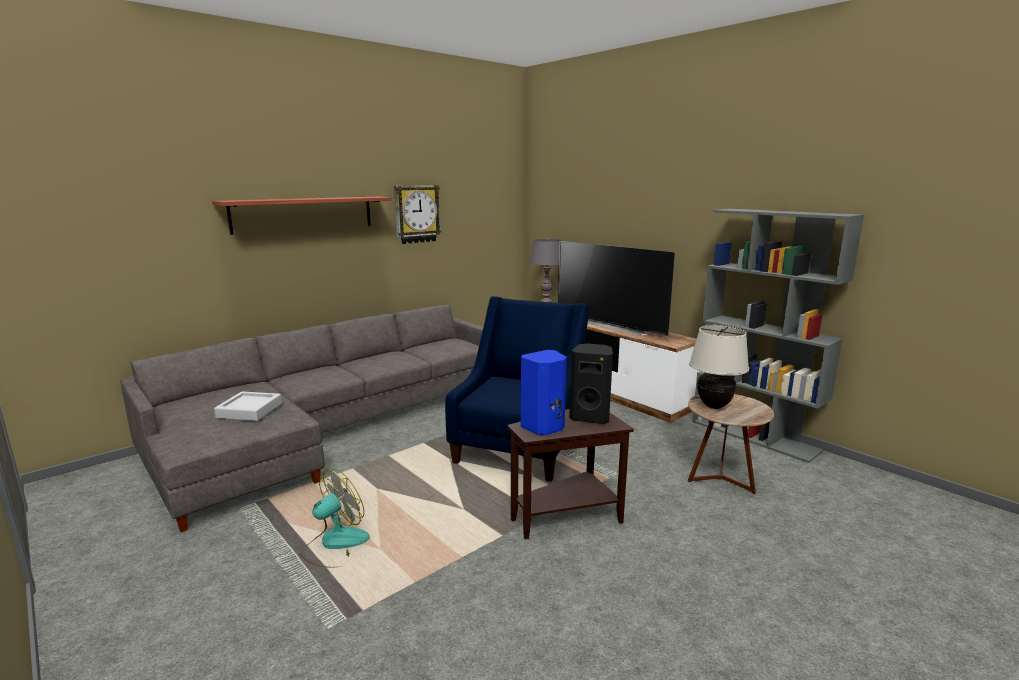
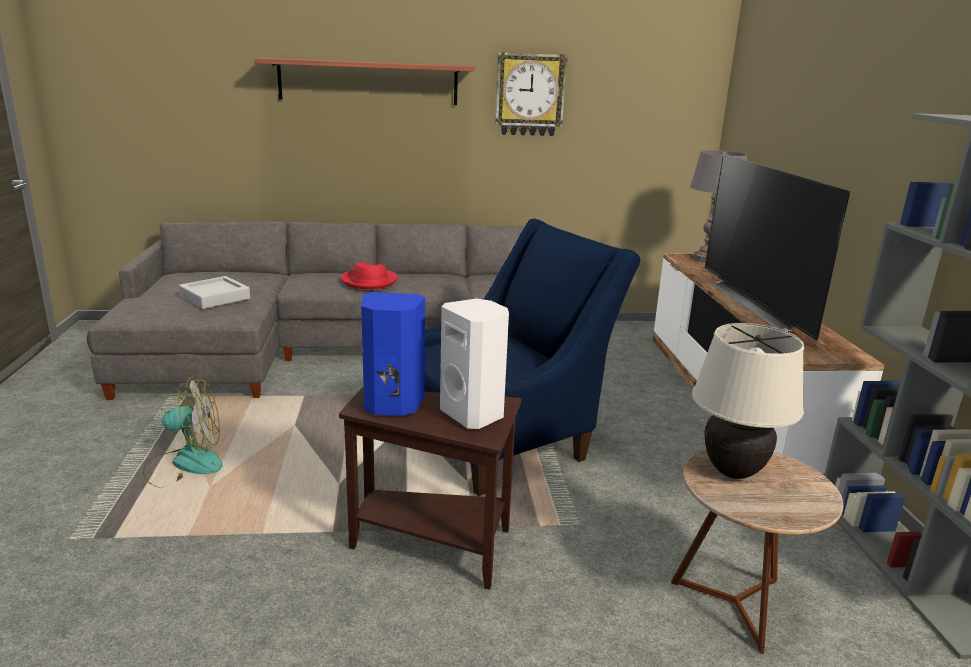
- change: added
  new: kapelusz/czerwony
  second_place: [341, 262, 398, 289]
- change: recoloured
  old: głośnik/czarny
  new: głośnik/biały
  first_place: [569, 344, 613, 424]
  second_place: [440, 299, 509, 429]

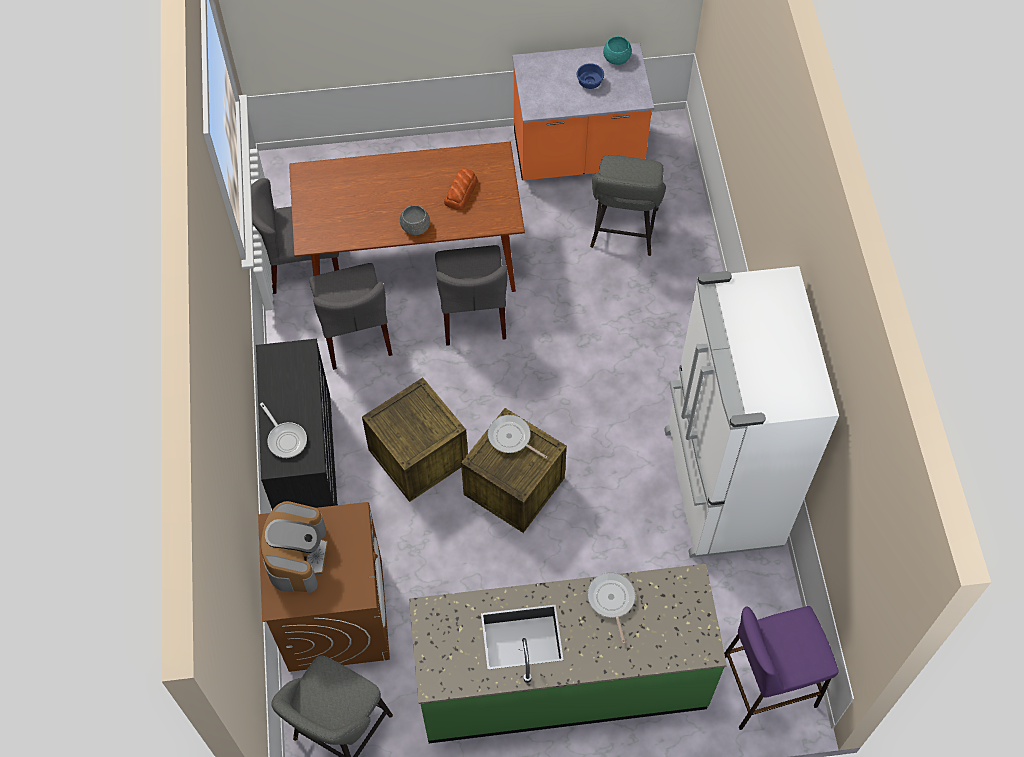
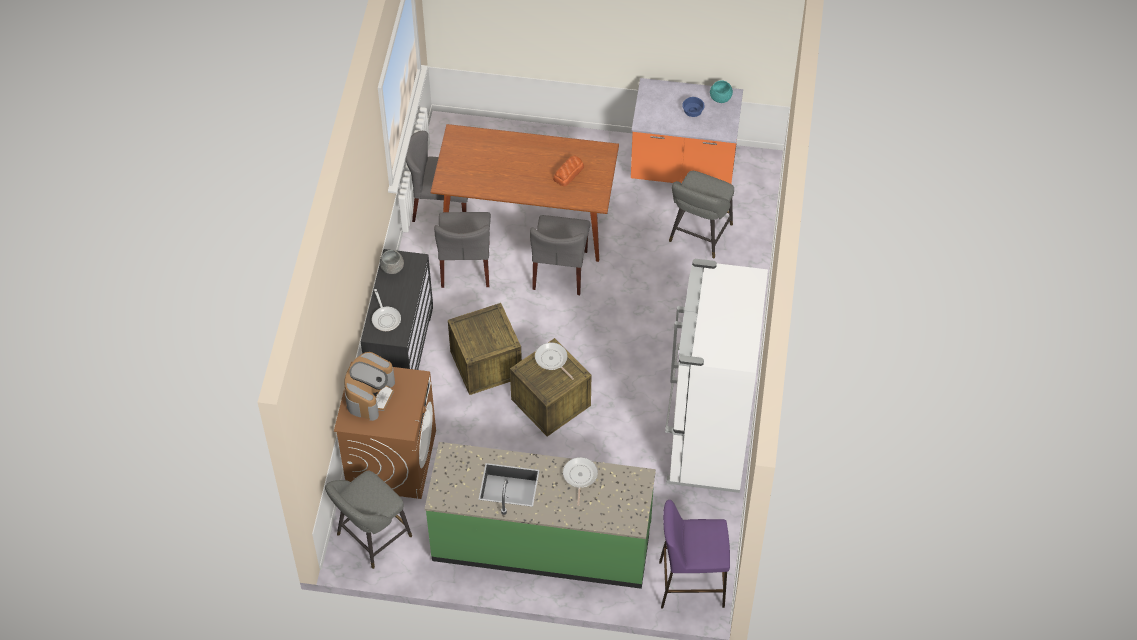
- change: moved
  old: miska/szary
  first_place: [400, 205, 430, 235]
  second_place: [380, 250, 404, 274]

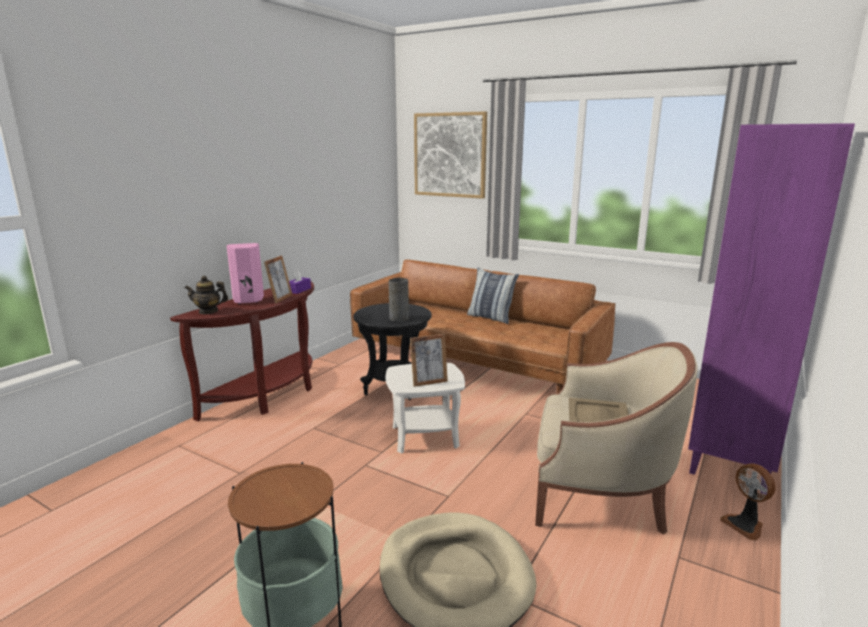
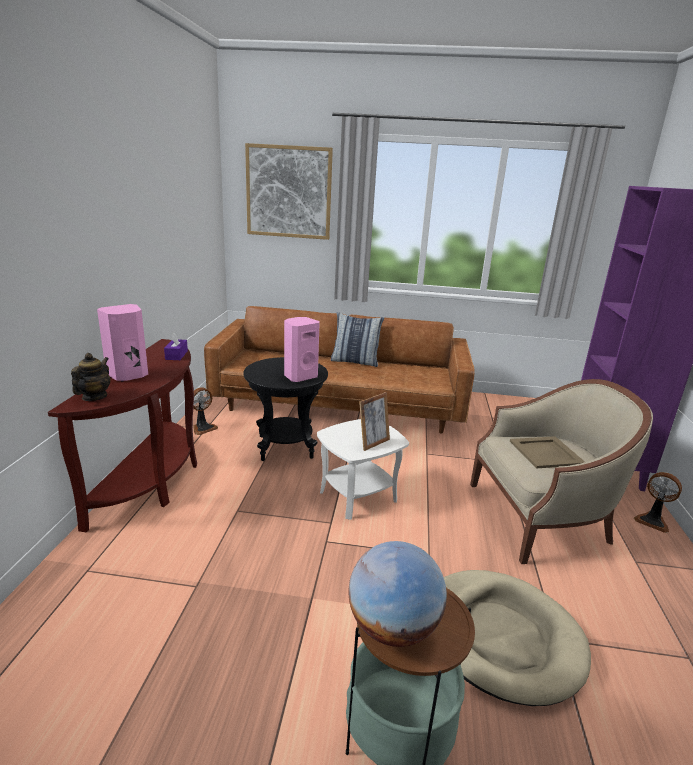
- change: turned
  old: imbryk
  first_place: [185, 276, 228, 314]
  second_place: [71, 353, 110, 401]
  degrees: 135
- change: added
  new: wentylator
  second_place: [193, 387, 218, 435]
- change: replaced
  old: wazon/szary
  new: głośnik/różowy
  first_place: [389, 278, 409, 322]
  second_place: [284, 317, 320, 382]
- change: added
  new: globus
  second_place: [349, 541, 447, 647]
- change: removed
  old: ramka na zdjęcie
  first_place: [264, 255, 292, 303]

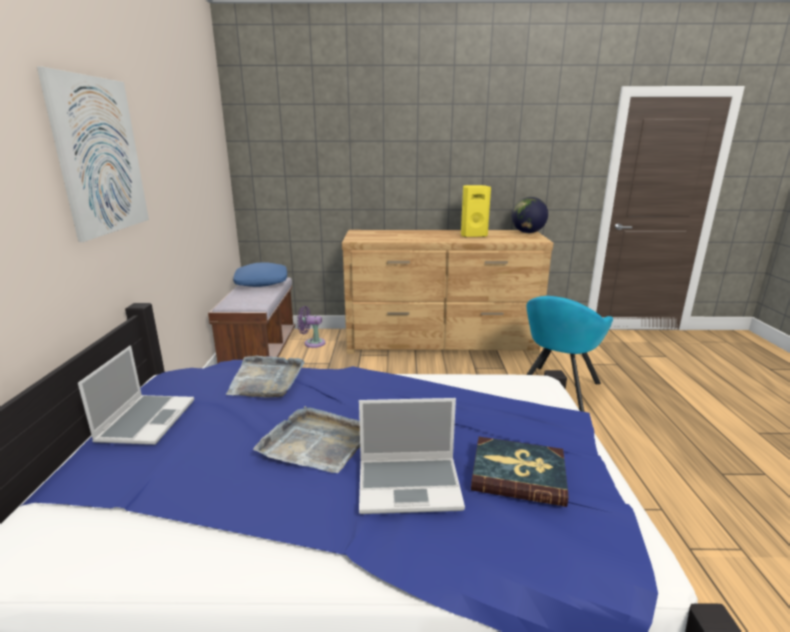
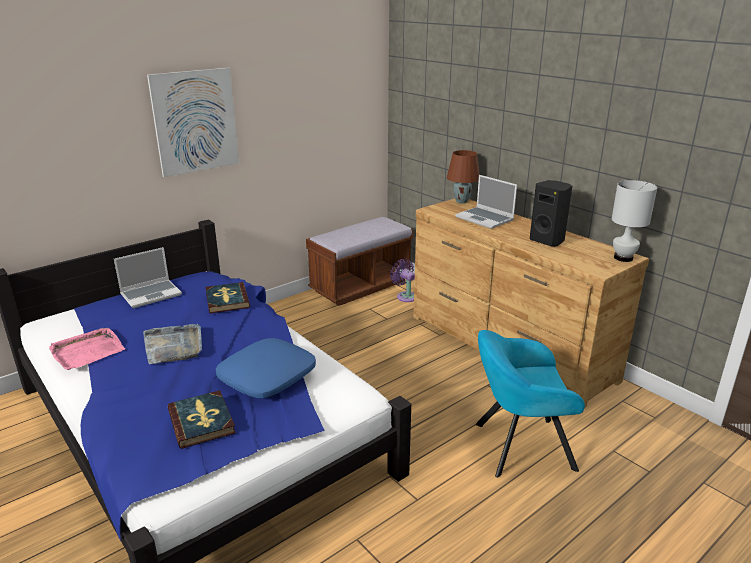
- change: added
  new: taca/różowy
  second_place: [49, 328, 125, 370]
- change: replaced
  old: taca/szary
  new: książka
  first_place: [226, 356, 305, 398]
  second_place: [205, 282, 250, 314]
- change: moved
  old: poduszka/niebieski
  first_place: [233, 262, 287, 287]
  second_place: [216, 338, 316, 398]
- change: added
  new: lampa stołowa/brązowy
  second_place: [447, 150, 480, 204]
- change: moved
  old: laptop
  first_place: [359, 398, 465, 514]
  second_place: [455, 175, 517, 229]
- change: recoloured
  old: głośnik/żółty
  new: głośnik/czarny
  first_place: [461, 185, 491, 237]
  second_place: [530, 180, 572, 247]
- change: replaced
  old: globus
  new: lampa stołowa/biały
  first_place: [512, 197, 548, 233]
  second_place: [612, 180, 657, 262]

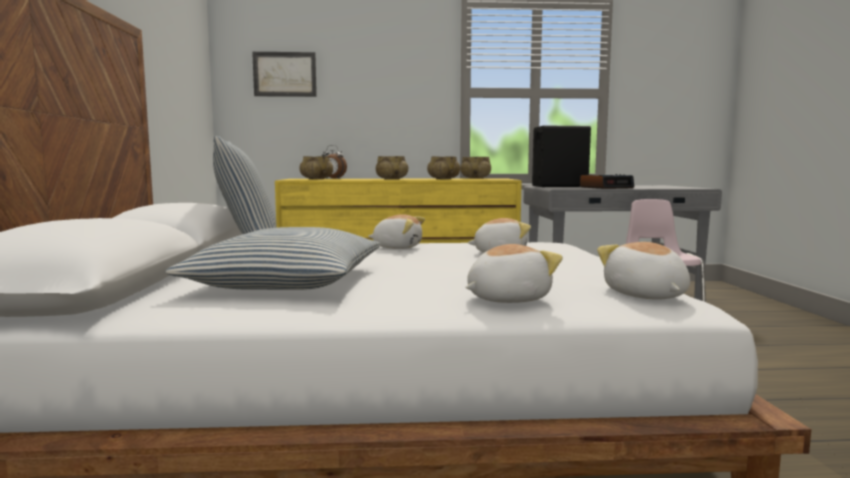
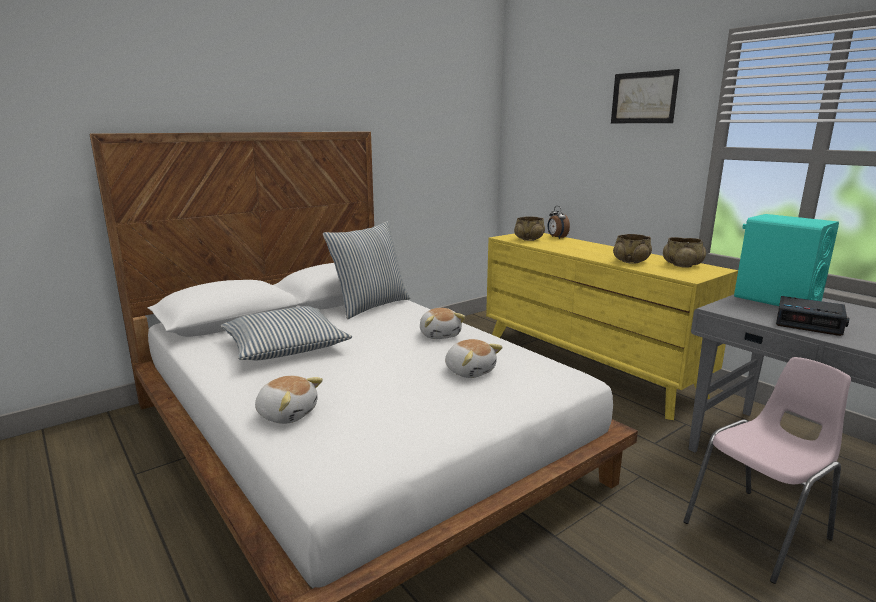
- change: moved
  old: obraz
  first_place: [252, 52, 317, 97]
  second_place: [611, 69, 680, 123]
- change: recoloured
  old: głośnik/czarny
  new: głośnik/turkusowy
  first_place: [532, 125, 591, 187]
  second_place: [734, 214, 839, 306]
- change: removed
  old: miska/beżowy
  first_place: [376, 156, 408, 180]
- change: removed
  old: pluszak
  first_place: [597, 242, 690, 299]

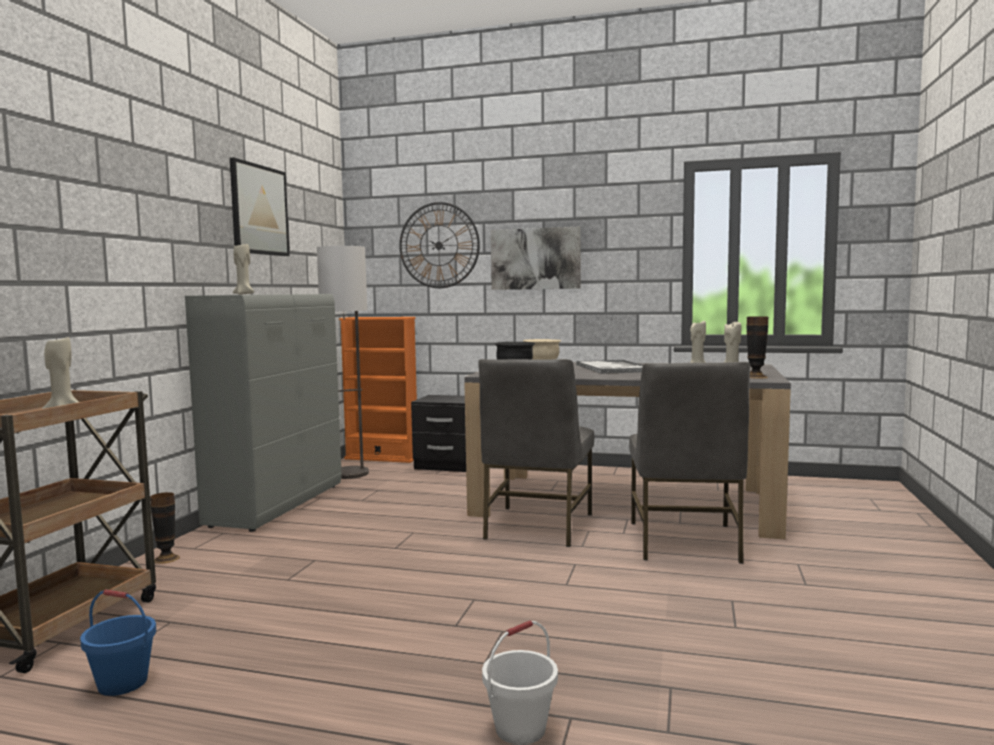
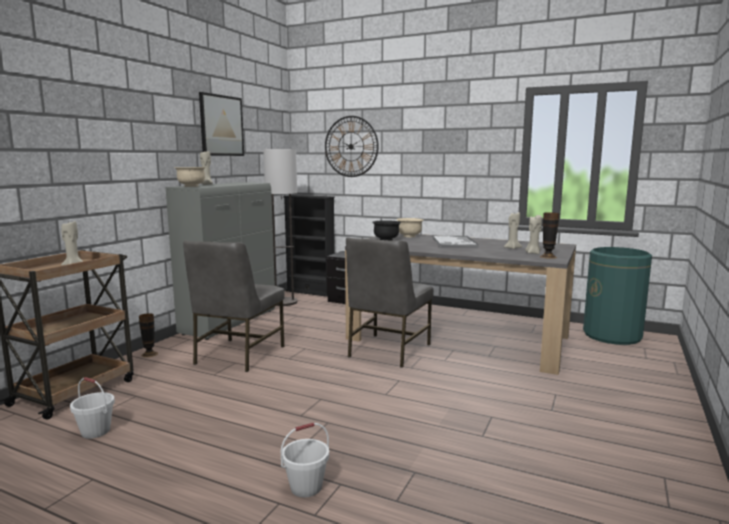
- change: recoloured
  old: wiadro/niebieski
  new: wiadro/biały
  first_place: [80, 590, 156, 696]
  second_place: [70, 377, 115, 439]
- change: added
  new: miska/beżowy
  second_place: [174, 167, 206, 187]
- change: moved
  old: krzesło/szary
  first_place: [629, 362, 750, 564]
  second_place: [183, 240, 285, 372]
- change: recoloured
  old: regał/pomarańczowy
  new: regał/czarny
  first_place: [339, 317, 417, 463]
  second_place: [283, 195, 335, 297]
- change: added
  new: kosz na śmieci/zielony
  second_place: [583, 247, 652, 345]
- change: removed
  old: obraz
  first_place: [491, 227, 580, 290]

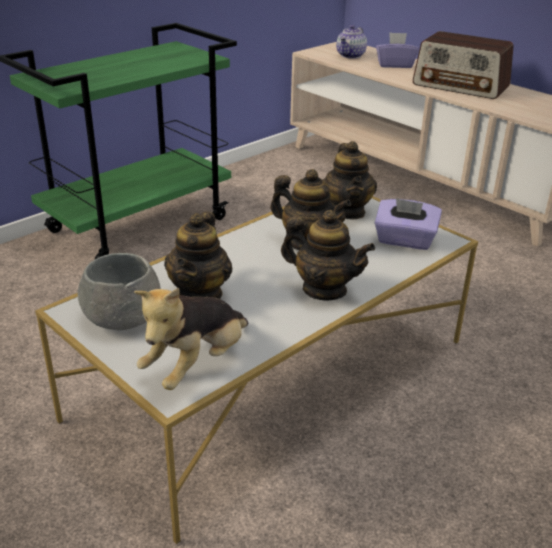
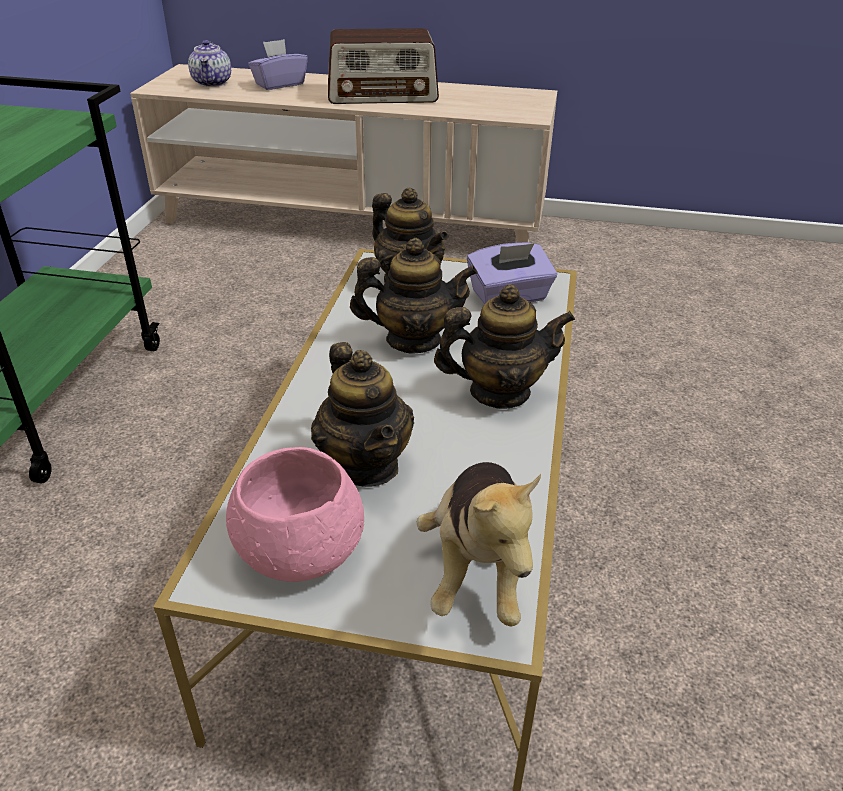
- change: recoloured
  old: miska/szary
  new: miska/różowy
  first_place: [77, 253, 161, 330]
  second_place: [226, 447, 364, 582]

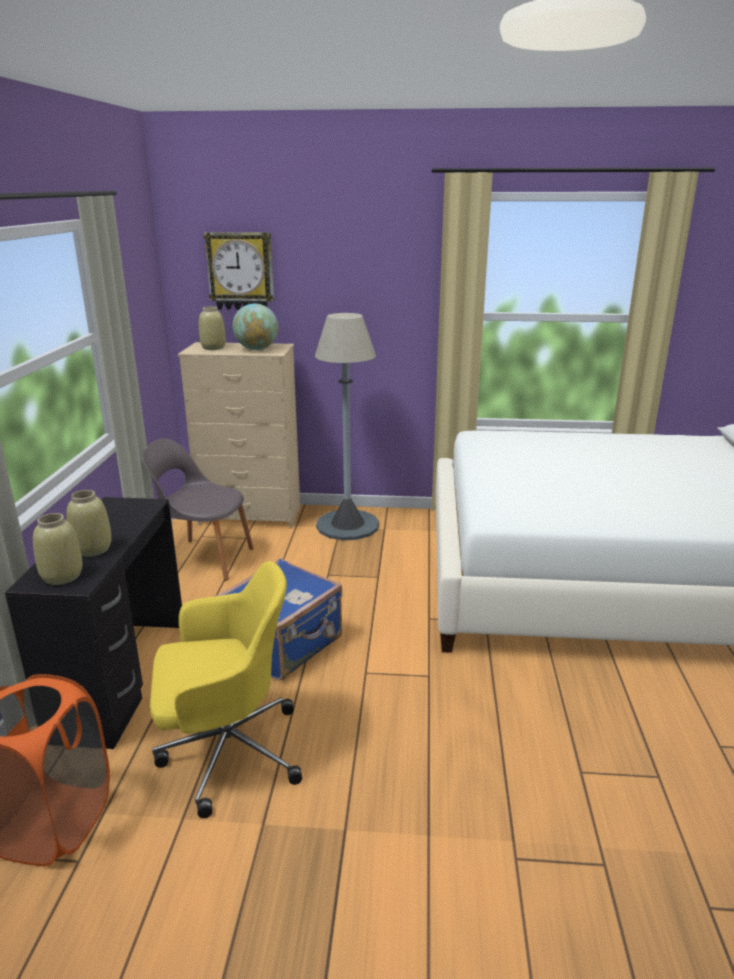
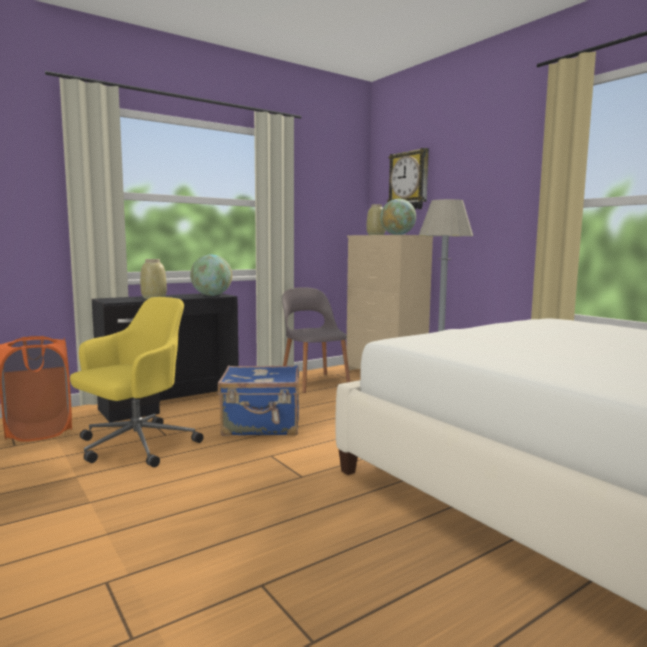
- change: turned
  old: krzesło biurowe/żółty
  first_place: [150, 561, 302, 818]
  second_place: [70, 297, 204, 467]
  degrees: -90
- change: added
  new: globus
  second_place: [190, 255, 232, 296]
- change: removed
  old: wazon/beżowy
  first_place: [33, 513, 83, 585]

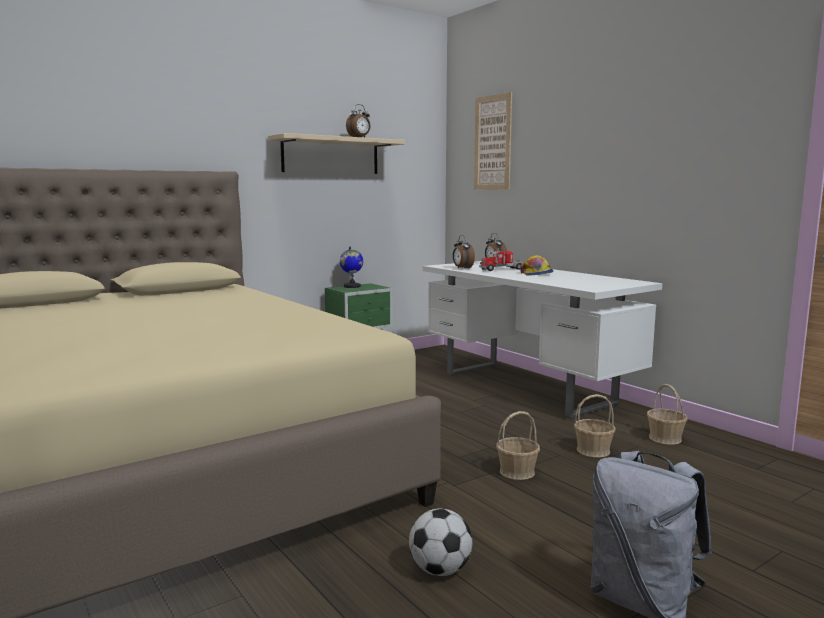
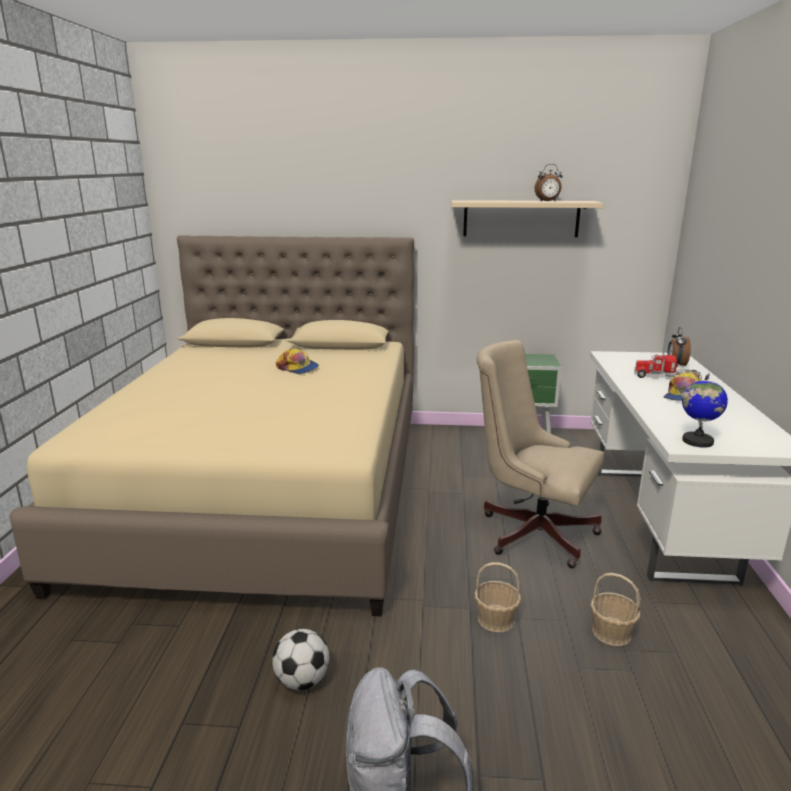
- change: added
  new: czapka z daszkiem
  second_place: [276, 348, 319, 374]
- change: added
  new: krzesło biurowe/beżowy
  second_place: [476, 340, 604, 568]
- change: moved
  old: globus
  first_place: [340, 246, 363, 288]
  second_place: [682, 373, 728, 448]
- change: removed
  old: budzik
  first_place: [453, 235, 475, 269]
- change: removed
  old: obraz
  first_place: [474, 92, 512, 190]
- change: removed
  old: koszyk
  first_place: [647, 384, 688, 445]

